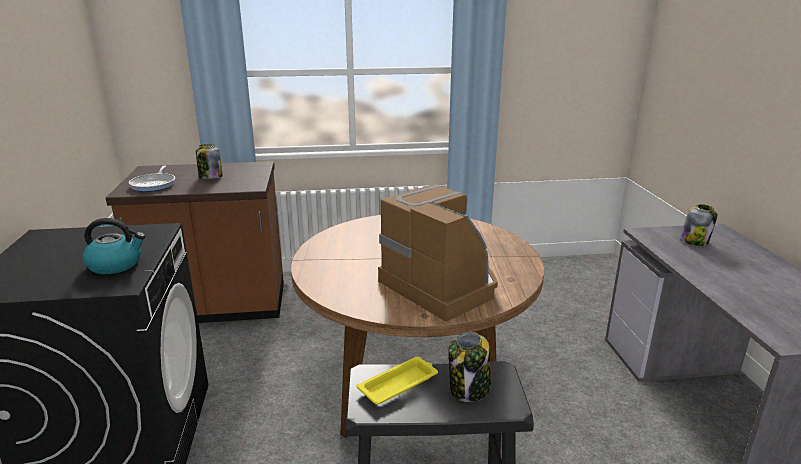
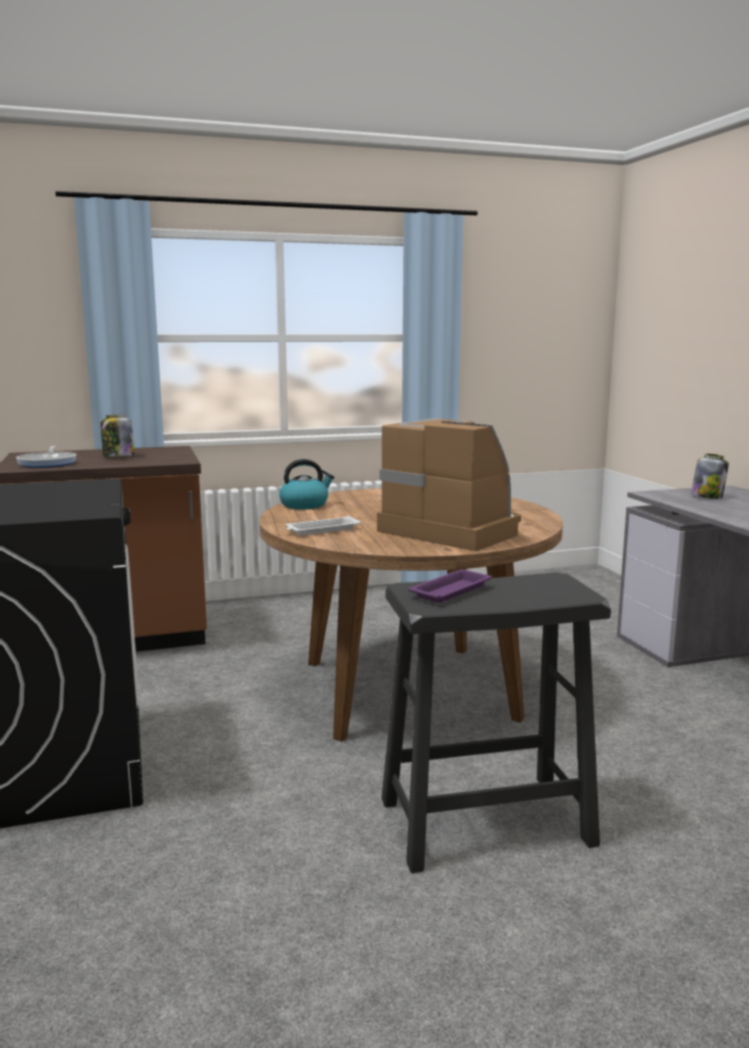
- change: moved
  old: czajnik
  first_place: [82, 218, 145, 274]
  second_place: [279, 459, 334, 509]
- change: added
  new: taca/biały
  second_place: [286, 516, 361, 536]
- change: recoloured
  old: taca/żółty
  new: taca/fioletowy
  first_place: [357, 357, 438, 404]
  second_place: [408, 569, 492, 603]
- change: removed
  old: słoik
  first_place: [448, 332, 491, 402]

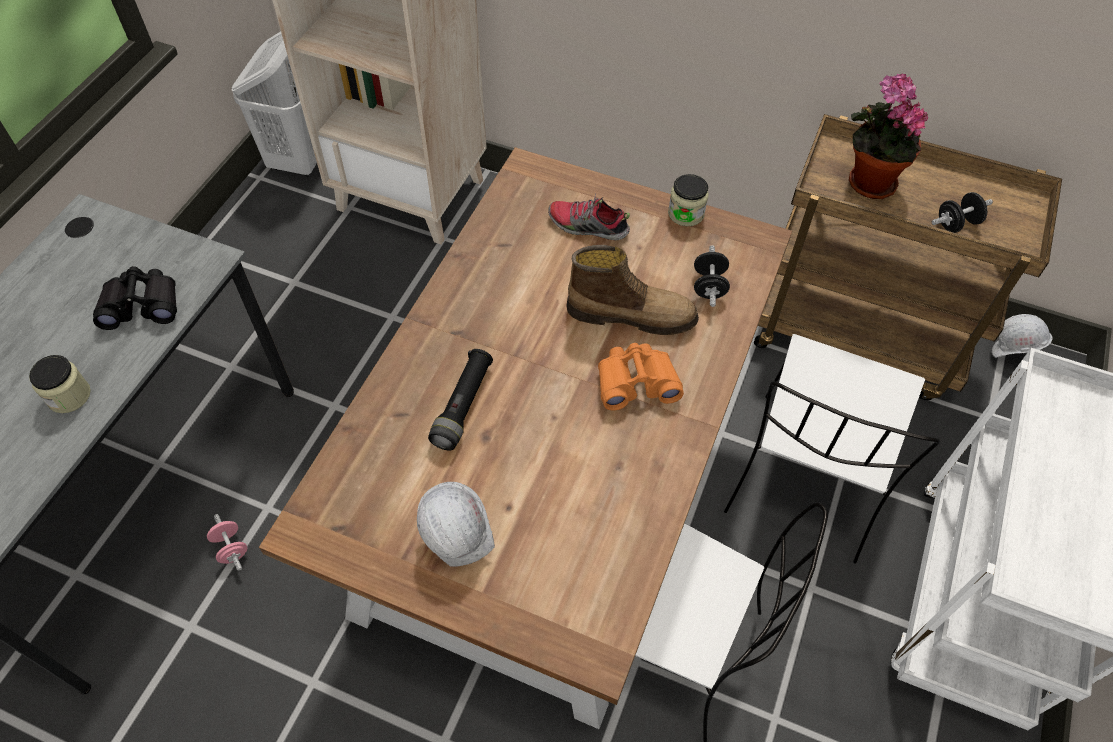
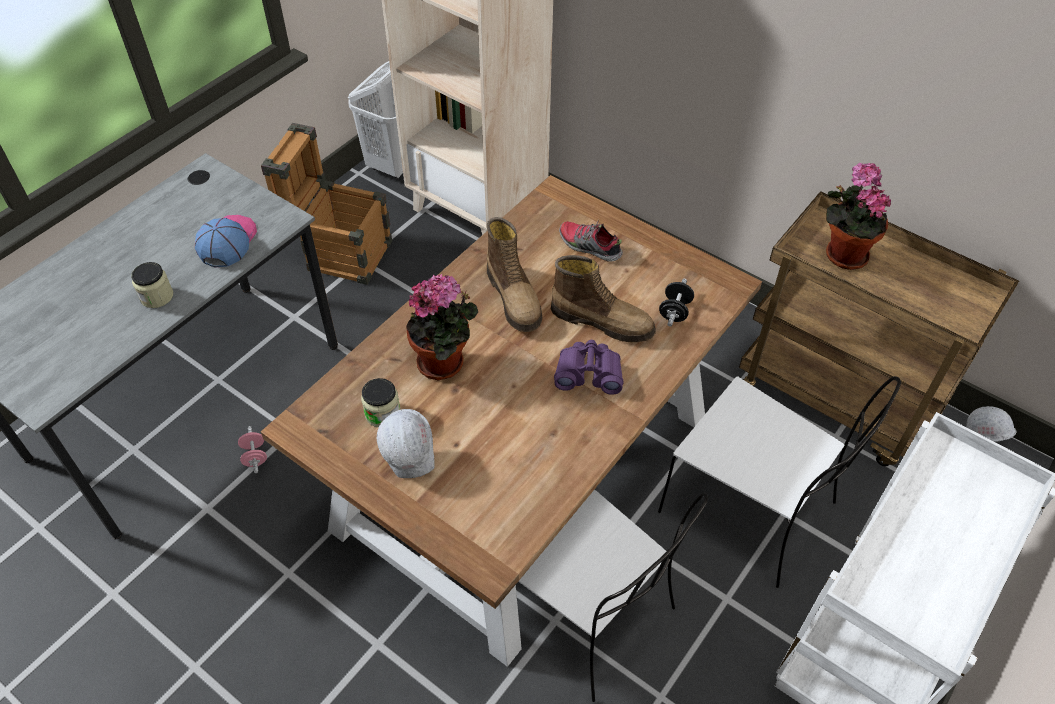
- change: replaced
  old: lornetka/czarny
  new: czapka z daszkiem
  first_place: [93, 266, 177, 330]
  second_place: [195, 215, 257, 268]
- change: added
  new: skrzynka
  second_place: [261, 123, 392, 285]
- change: moved
  old: słoik
  first_place: [668, 174, 709, 226]
  second_place: [361, 378, 401, 427]
- change: replaced
  old: latarka/czarny
  new: roślina doniczkowa
  first_place: [428, 349, 493, 451]
  second_place: [406, 274, 478, 380]
- change: added
  new: but z cholewką
  second_place: [487, 217, 542, 332]
- change: recoloured
  old: lornetka/pomarańczowy
  new: lornetka/fioletowy
  first_place: [598, 343, 684, 411]
  second_place: [554, 340, 624, 395]
- change: turned
  old: krzesło/biały
  first_place: [724, 334, 940, 564]
  second_place: [658, 376, 901, 588]
  degrees: -90
- change: removed
  old: hantel/czarny
  first_place: [932, 192, 993, 233]

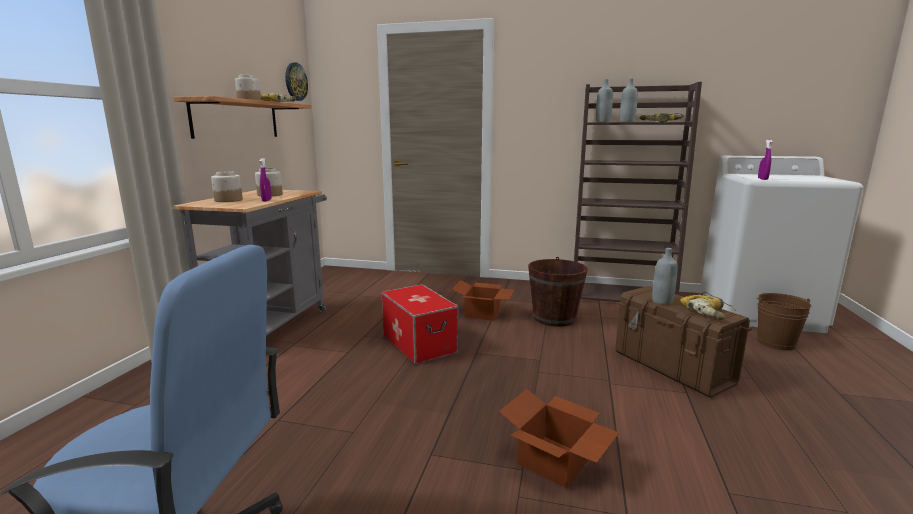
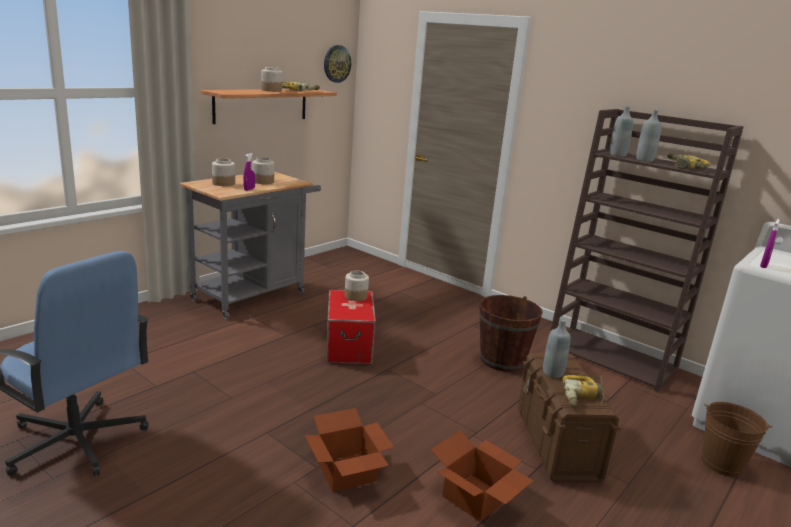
- change: added
  new: słoik
  second_place: [345, 270, 369, 301]
- change: moved
  old: karton
  first_place: [452, 280, 514, 321]
  second_place: [430, 431, 534, 522]

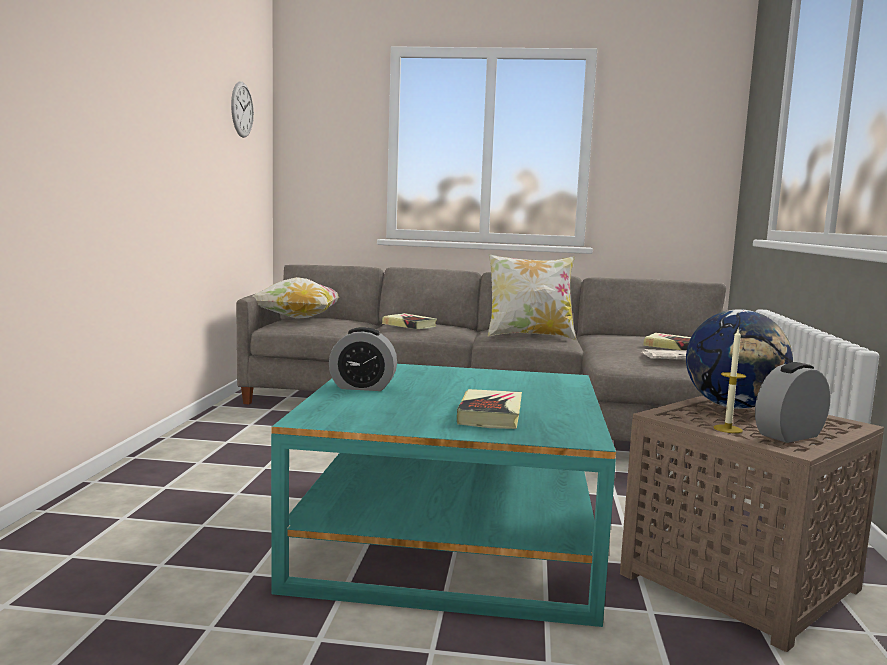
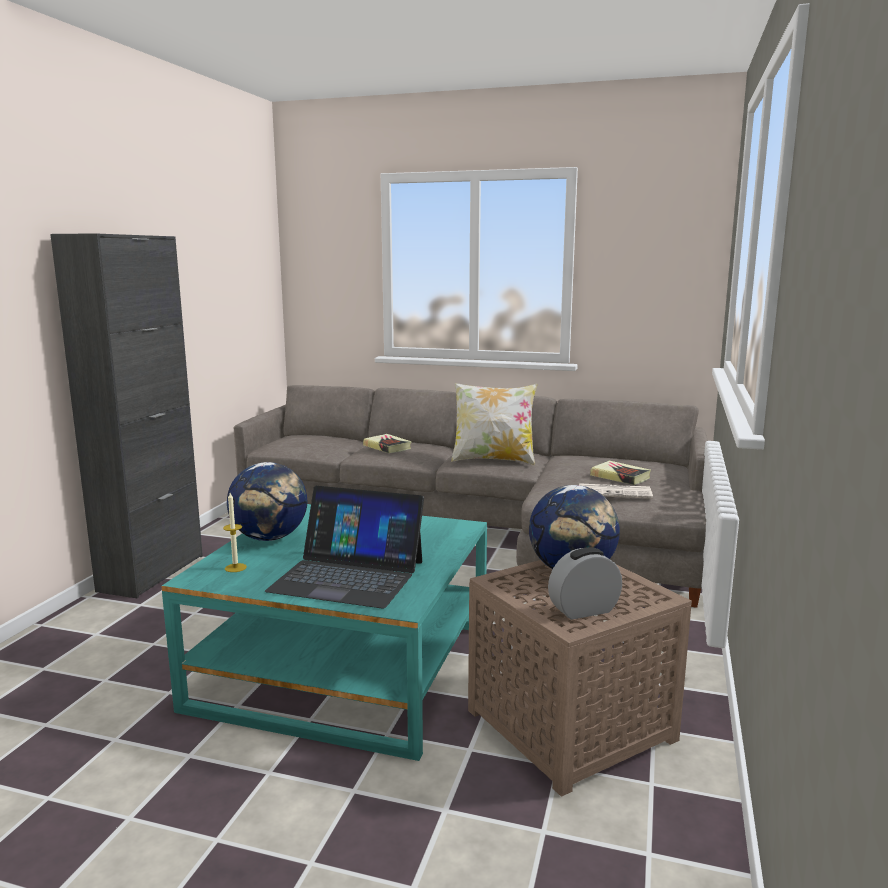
- change: added
  new: szafka/czarny
  second_place: [50, 233, 203, 598]
- change: moved
  old: świeca
  first_place: [714, 328, 746, 433]
  second_place: [223, 493, 247, 572]
- change: replaced
  old: budzik
  new: globus
  first_place: [329, 327, 397, 391]
  second_place: [227, 462, 307, 541]
- change: replaced
  old: książka
  new: laptop
  first_place: [457, 389, 522, 429]
  second_place: [265, 486, 424, 609]
- change: removed
  old: zegar ścienny
  first_place: [231, 81, 254, 138]
- change: removed
  old: poduszka
  first_place: [252, 277, 339, 319]

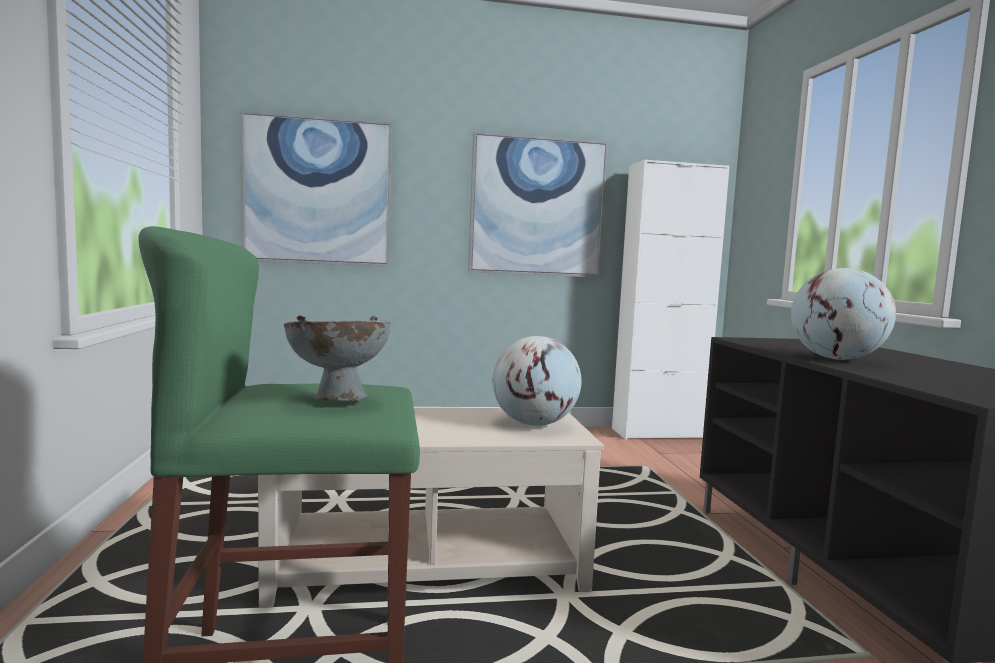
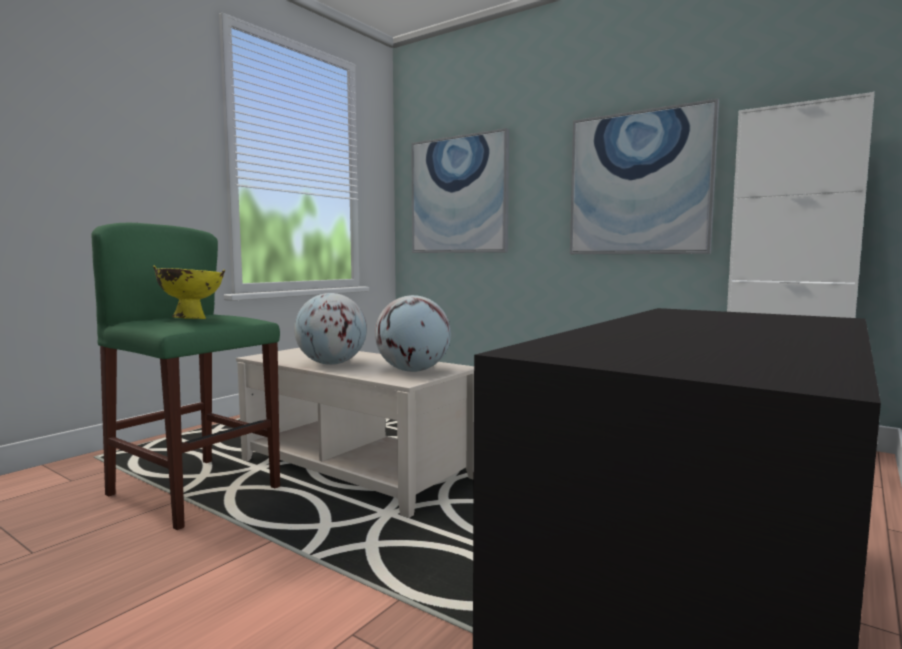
- change: recoloured
  old: miska/szary
  new: miska/żółty
  first_place: [284, 315, 391, 401]
  second_place: [153, 266, 225, 319]
- change: moved
  old: globus
  first_place: [791, 268, 896, 360]
  second_place: [294, 293, 367, 365]

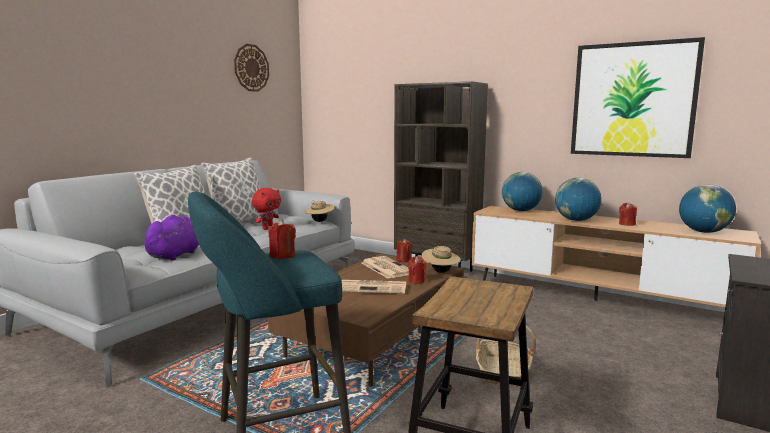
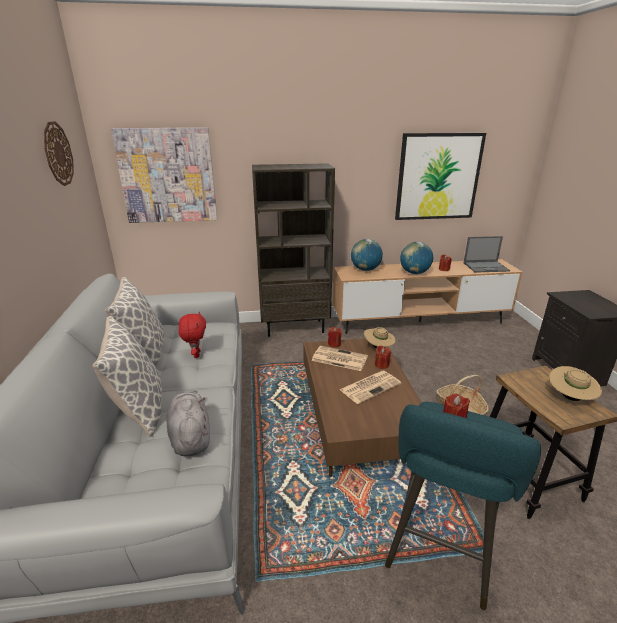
- change: added
  new: obraz
  second_place: [111, 127, 217, 223]
- change: recoloured
  old: pluszak/fioletowy
  new: pluszak/szary
  first_place: [144, 215, 199, 260]
  second_place: [166, 391, 210, 456]
- change: replaced
  old: globus
  new: laptop
  first_place: [679, 185, 736, 233]
  second_place: [464, 236, 510, 273]
- change: moved
  old: kapelusz/beżowy
  first_place: [304, 200, 335, 222]
  second_place: [549, 366, 602, 401]

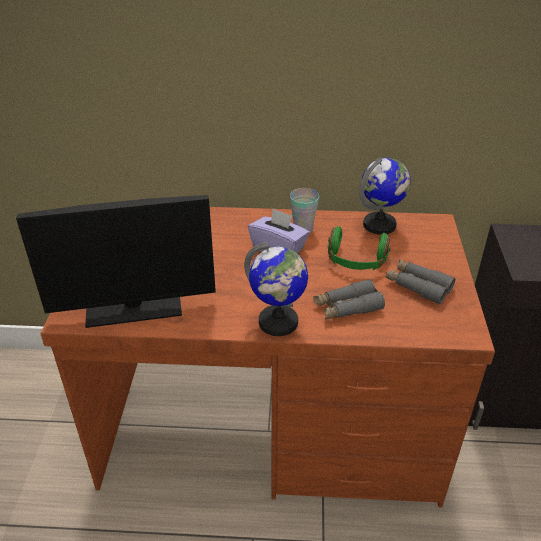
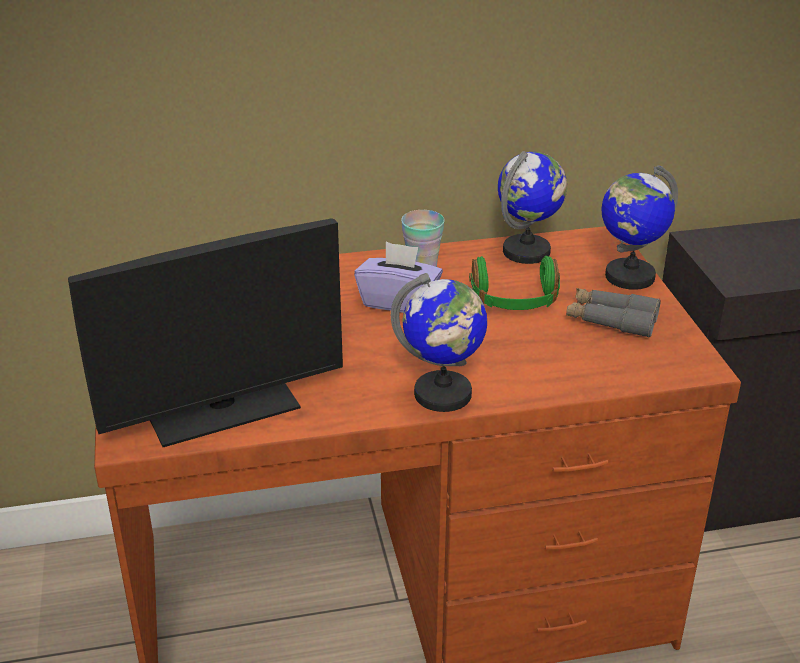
- change: added
  new: globus
  second_place: [601, 165, 678, 290]
- change: removed
  old: lornetka/szary
  first_place: [313, 279, 385, 320]

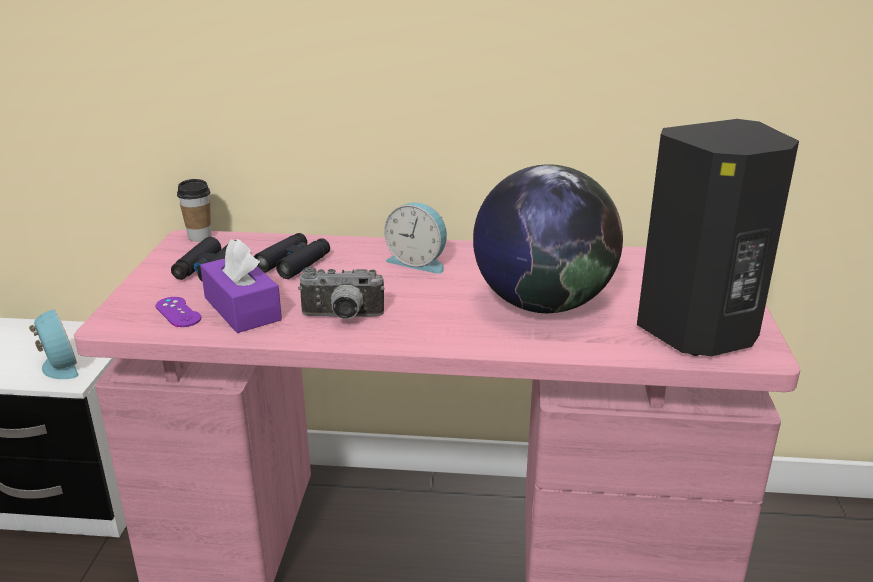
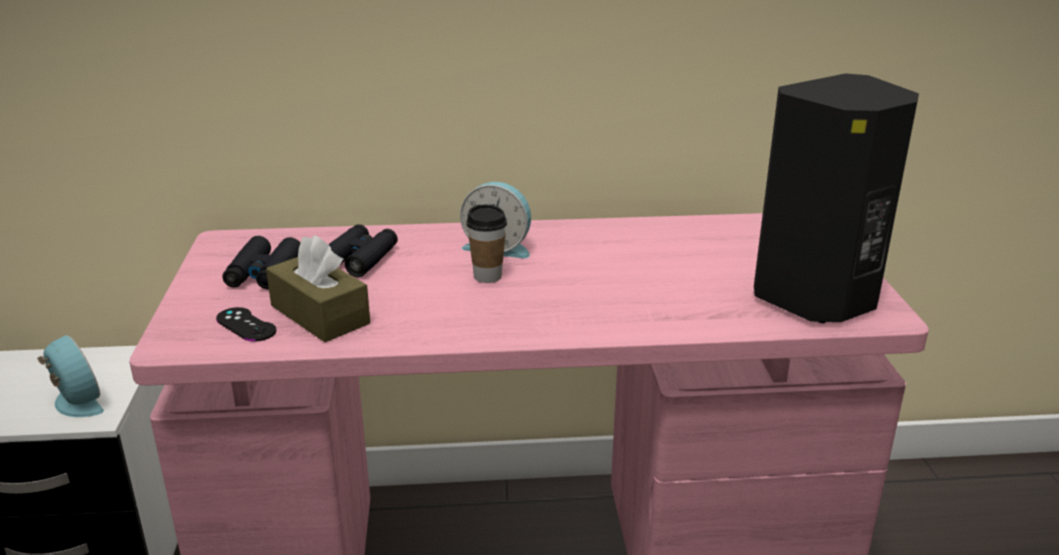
- change: recoloured
  old: pad do gier/fioletowy
  new: pad do gier/czarny
  first_place: [155, 297, 201, 327]
  second_place: [216, 307, 276, 342]
- change: recoloured
  old: pudełko chusteczek/fioletowy
  new: pudełko chusteczek/brązowy
  first_place: [200, 239, 282, 333]
  second_place: [266, 235, 370, 342]
- change: moved
  old: filiżanka
  first_place: [177, 179, 211, 242]
  second_place: [466, 204, 507, 283]
- change: removed
  old: aparat fotograficzny
  first_place: [298, 267, 385, 319]
- change: removed
  old: globus
  first_place: [473, 164, 623, 313]

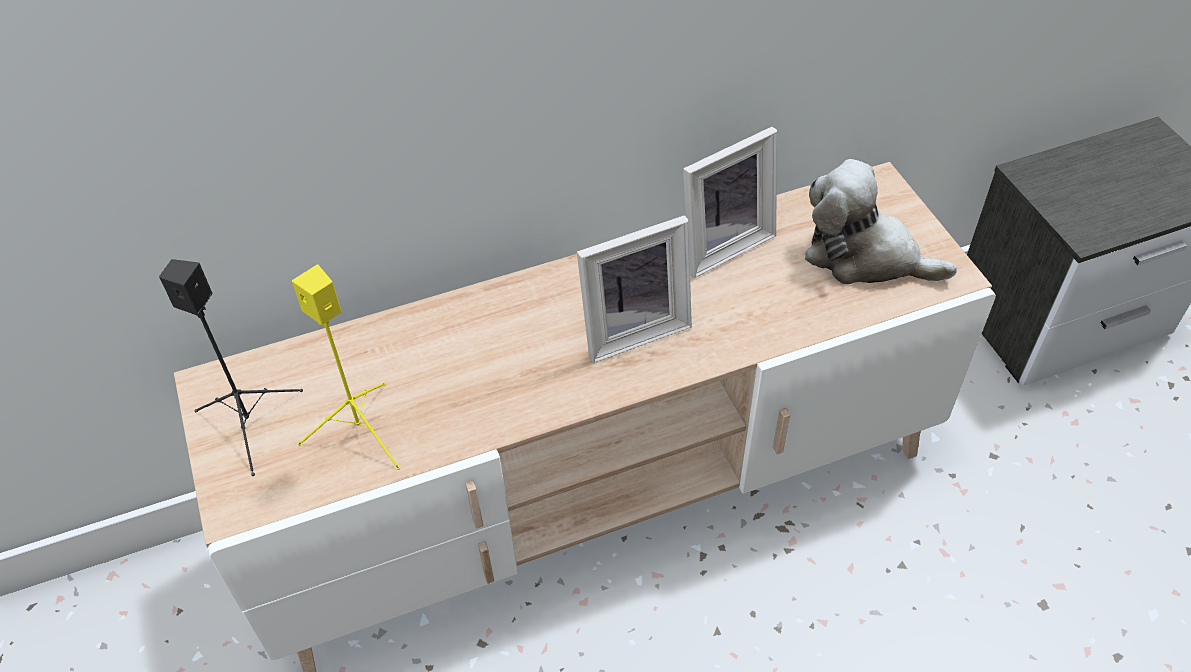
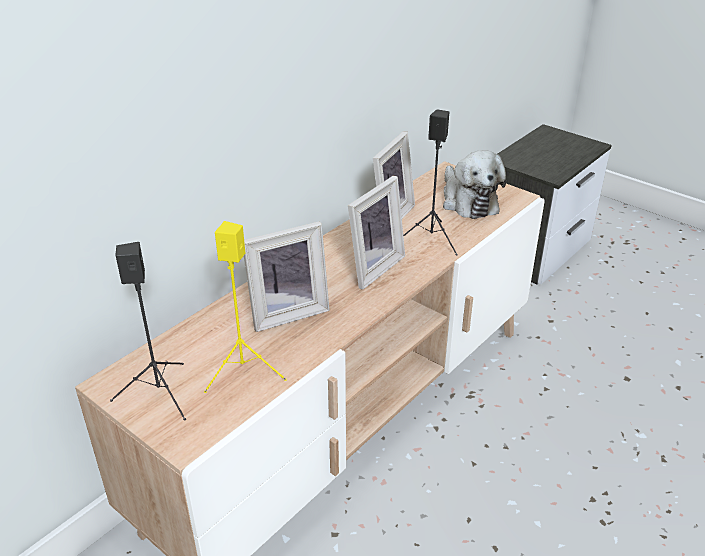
- change: added
  new: ramka na zdjęcie
  second_place: [244, 221, 330, 332]
- change: added
  new: głośnik/czarny
  second_place: [403, 109, 458, 255]
- change: turned
  old: pluszak
  first_place: [805, 159, 957, 284]
  second_place: [443, 150, 506, 219]
  degrees: -105

